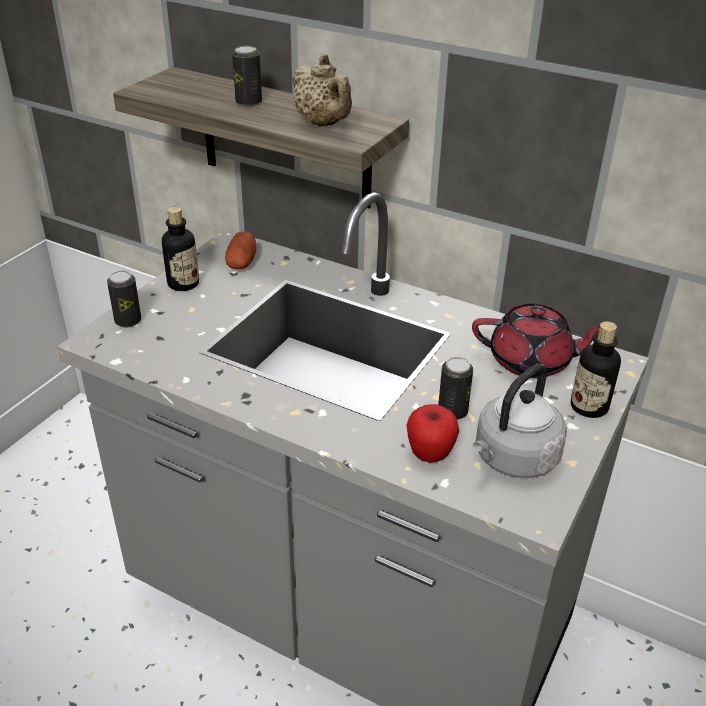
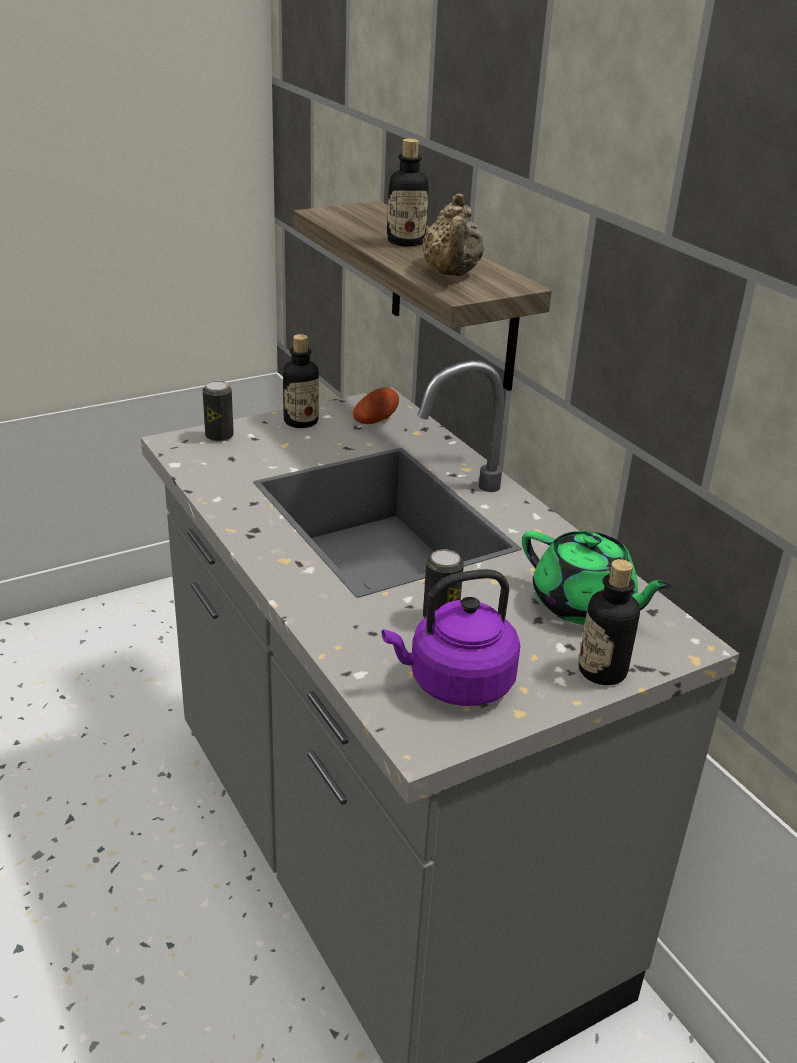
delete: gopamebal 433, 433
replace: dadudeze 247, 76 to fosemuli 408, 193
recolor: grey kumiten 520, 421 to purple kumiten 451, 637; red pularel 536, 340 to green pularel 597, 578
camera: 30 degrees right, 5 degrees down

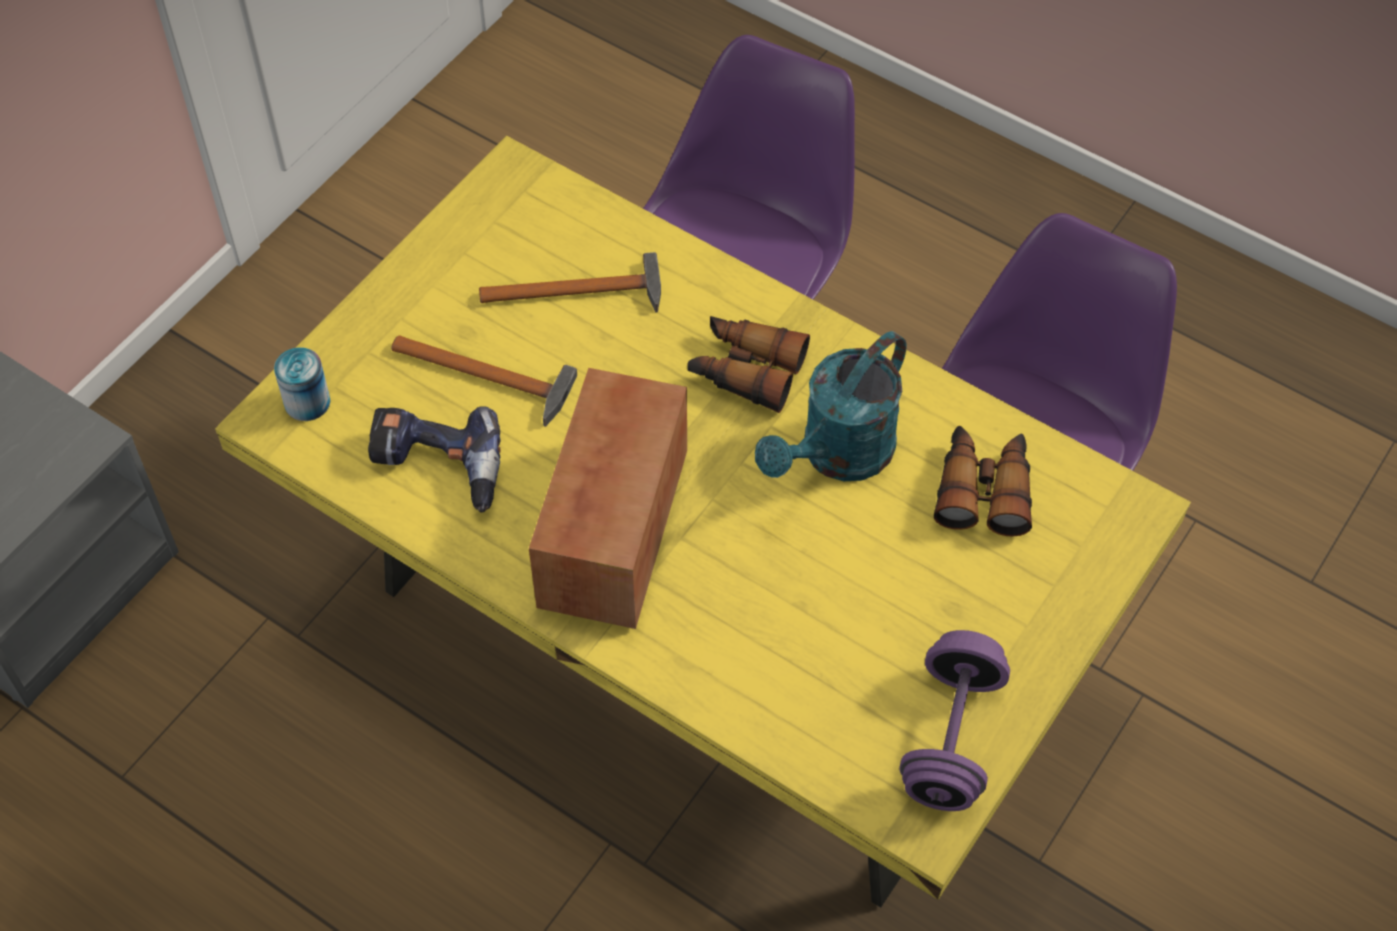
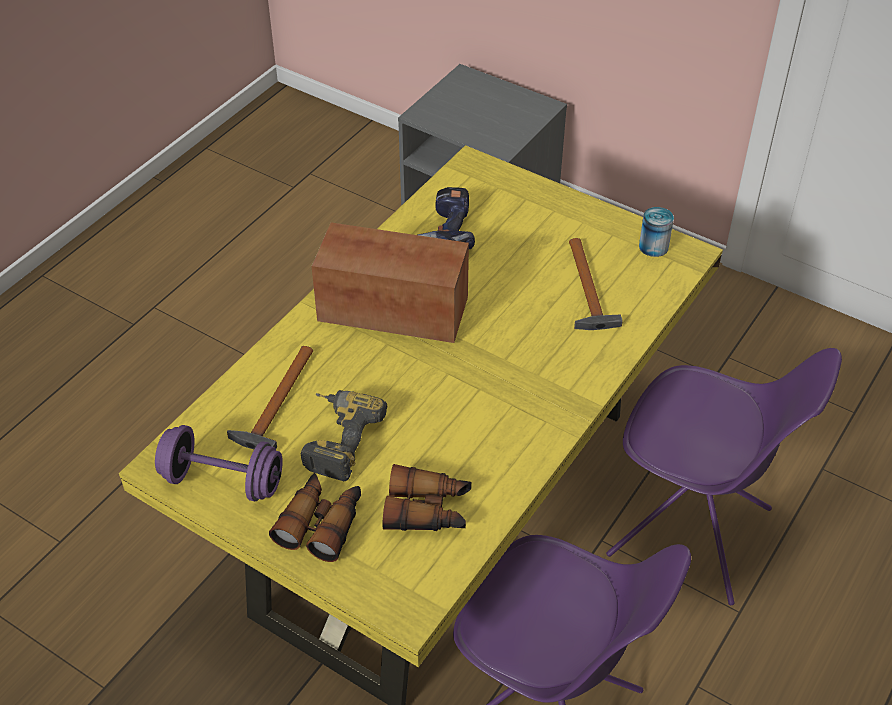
delete: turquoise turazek 831, 406
insert: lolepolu 344, 435
move: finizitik 484, 381 to 270, 397; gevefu 748, 364 to 315, 517; dadudeze 302, 384 to 656, 232
camera: 90 degrees right, 10 degrees down

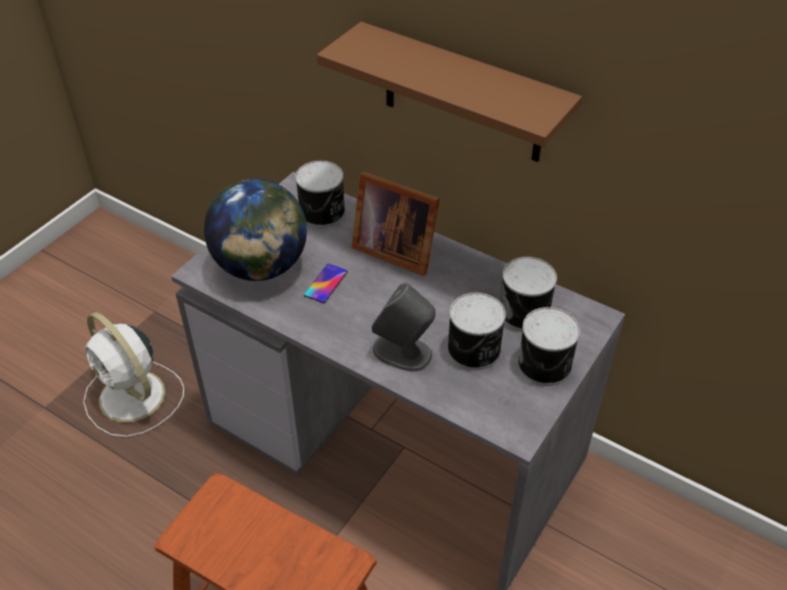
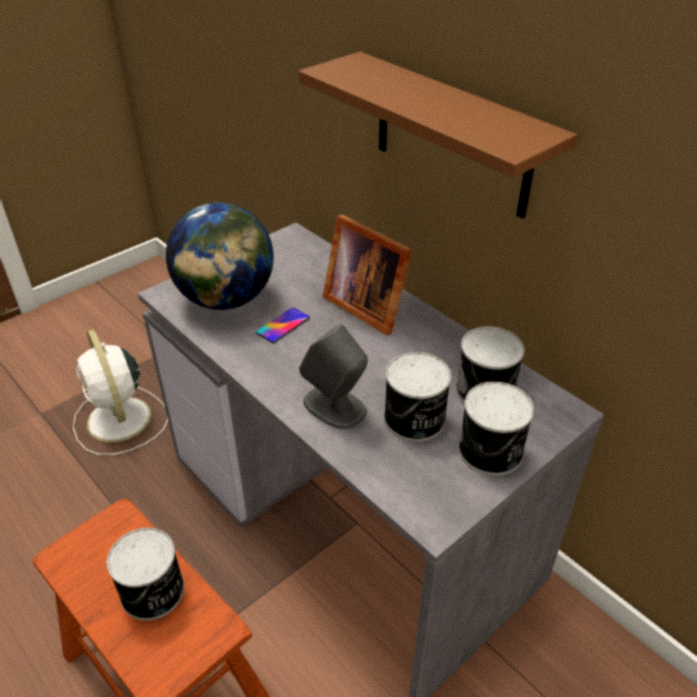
move: dadudeze 320, 194 to 145, 574
camera: 15 degrees right, 5 degrees down

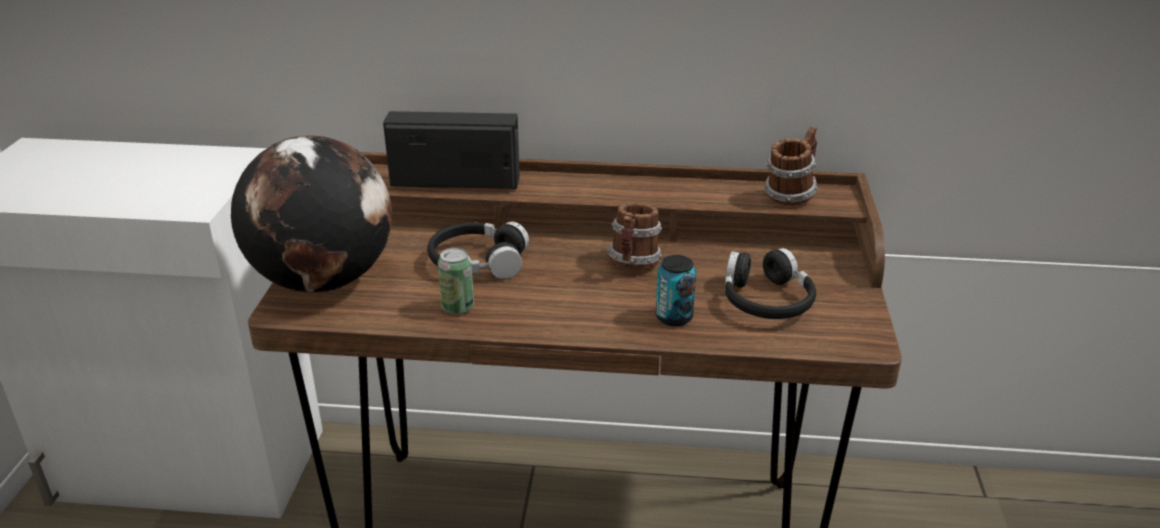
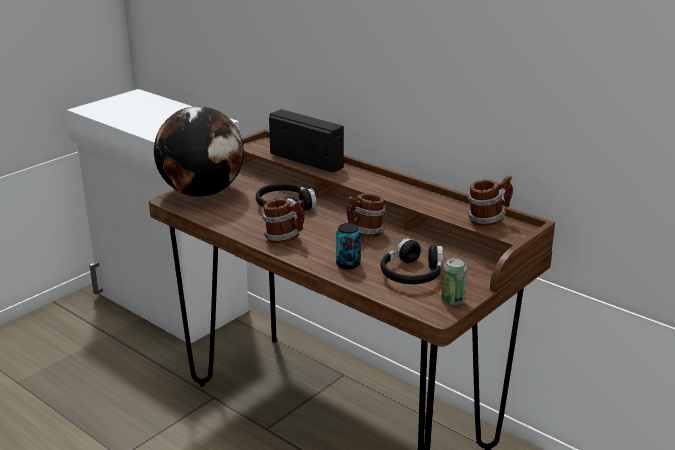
insert: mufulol 283, 221
move: dadudeze 456, 281 to 454, 281
camera: 35 degrees right, 5 degrees down

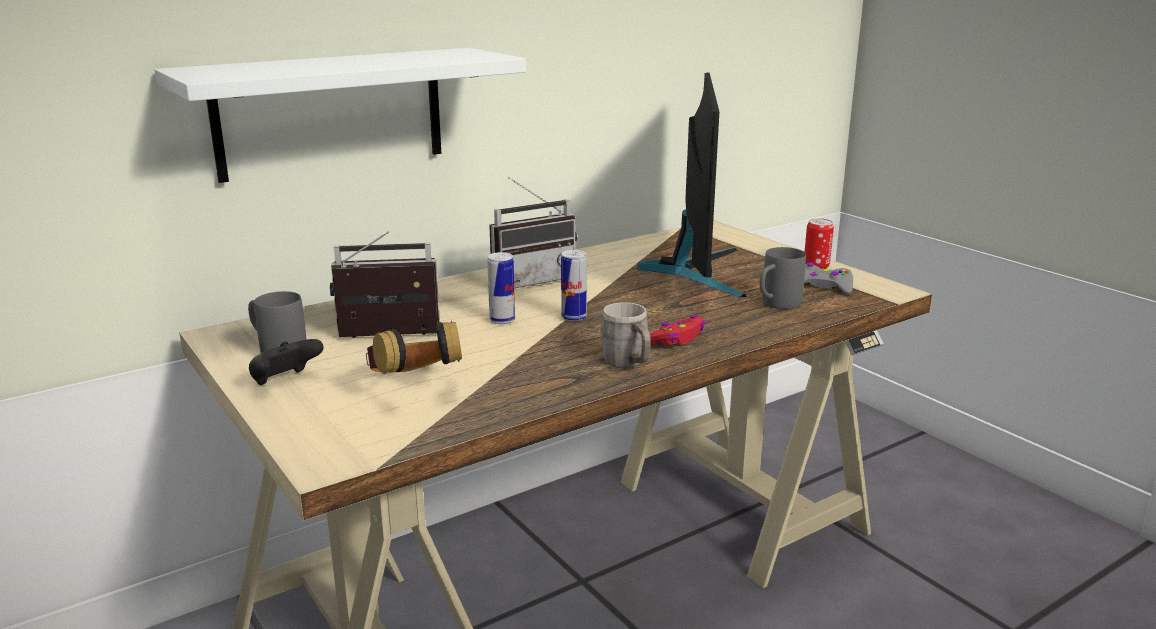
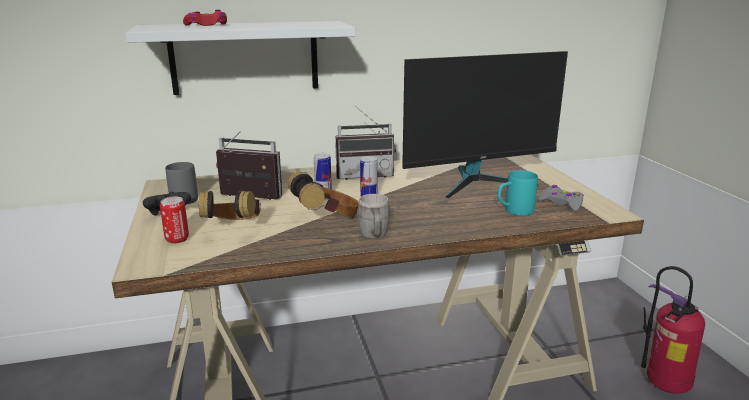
insert: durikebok 323, 195; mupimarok 673, 330
move: dadudeze 819, 243 to 174, 220; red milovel 677, 330 to 205, 18
recolor: grey mufulol 783, 278 to turquoise mufulol 517, 193
rotate: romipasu 692, 185 = 485, 124 45 degrees clockwise
camera: 20 degrees right, 0 degrees up

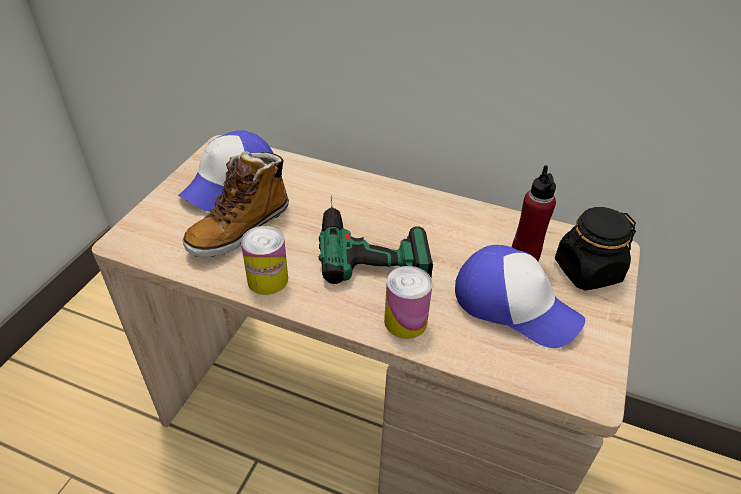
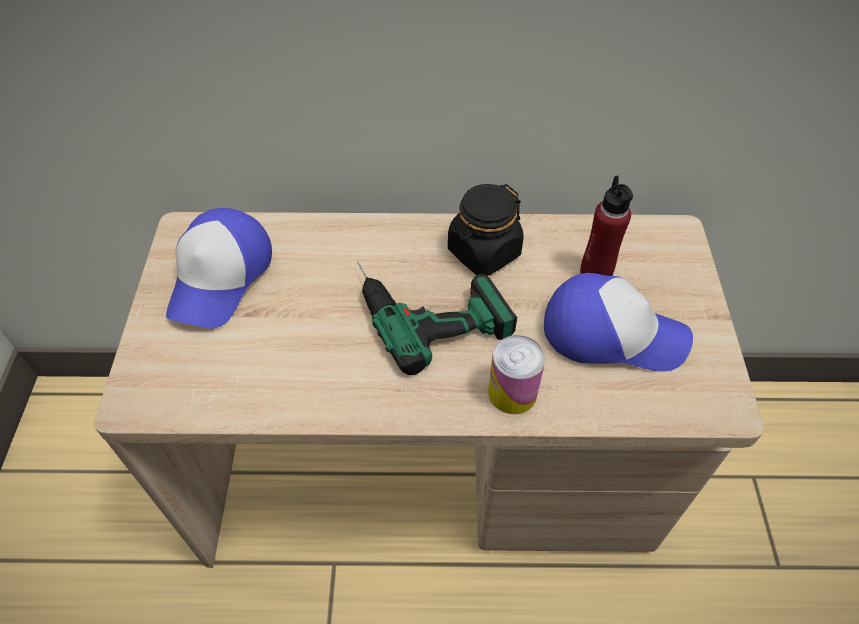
delete: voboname 236, 204; dadudeze 264, 260
move: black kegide 595, 248 to 486, 230
camera: 20 degrees left, 10 degrees up

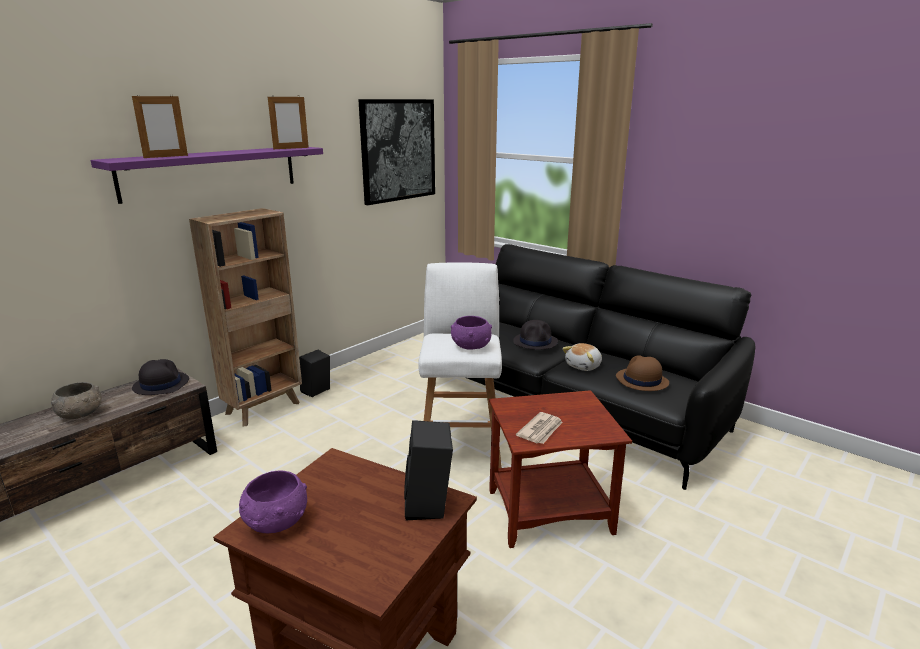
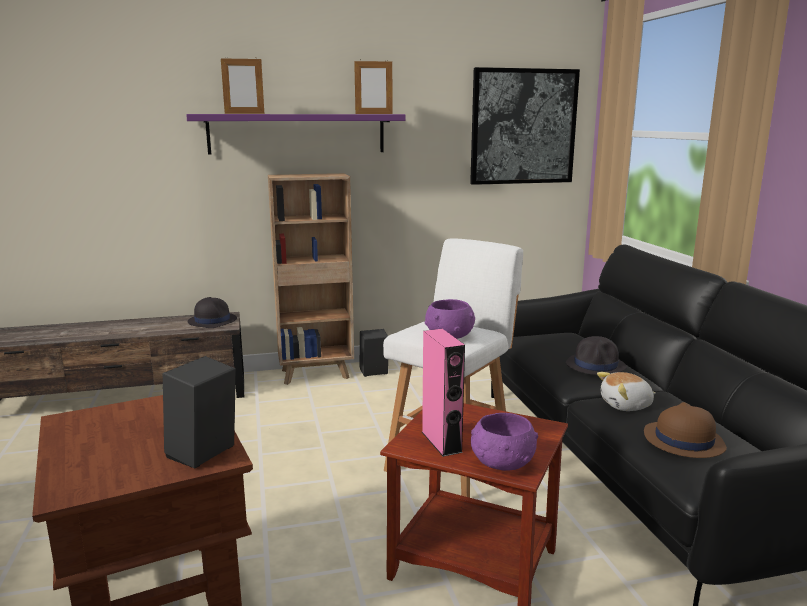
delete: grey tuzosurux 76, 400
move: purple tuzosurux 273, 502 to 504, 442
replace: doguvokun 539, 428 to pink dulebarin 443, 393
camera: 35 degrees right, 5 degrees down

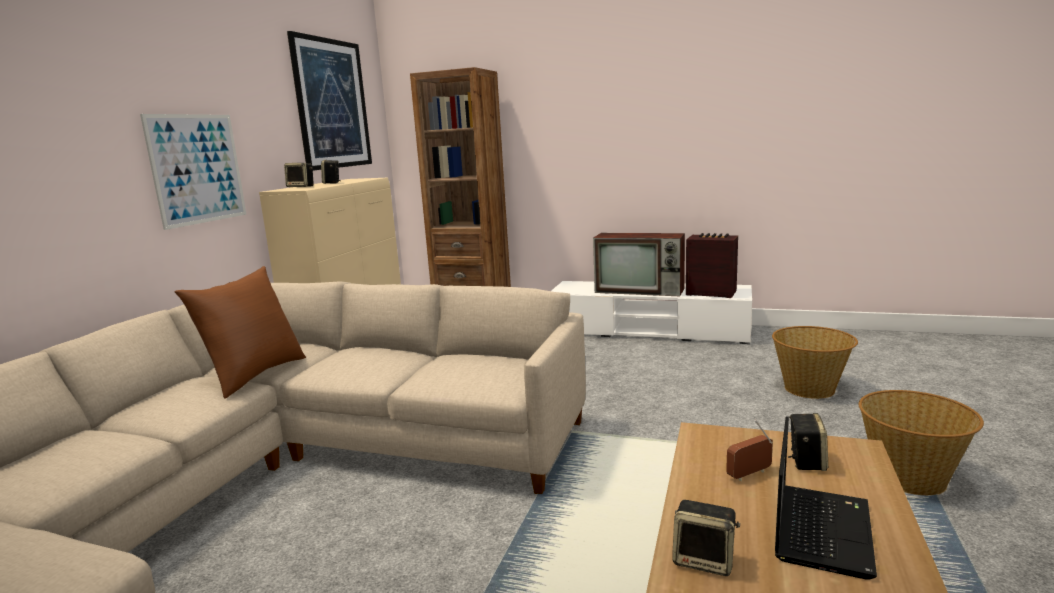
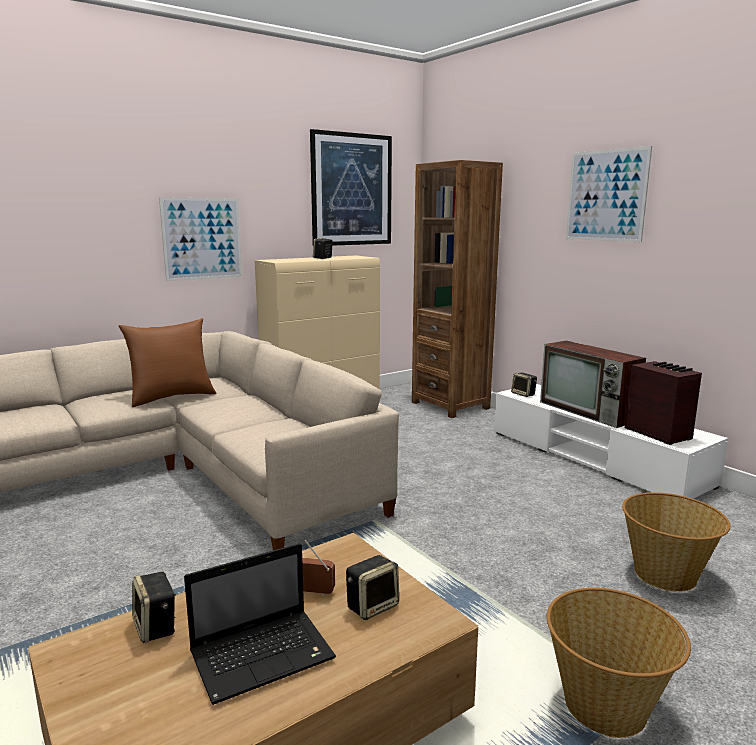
insert: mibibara 609, 194
move: dulebarin 299, 175 to 524, 385
camera: 35 degrees right, 0 degrees up

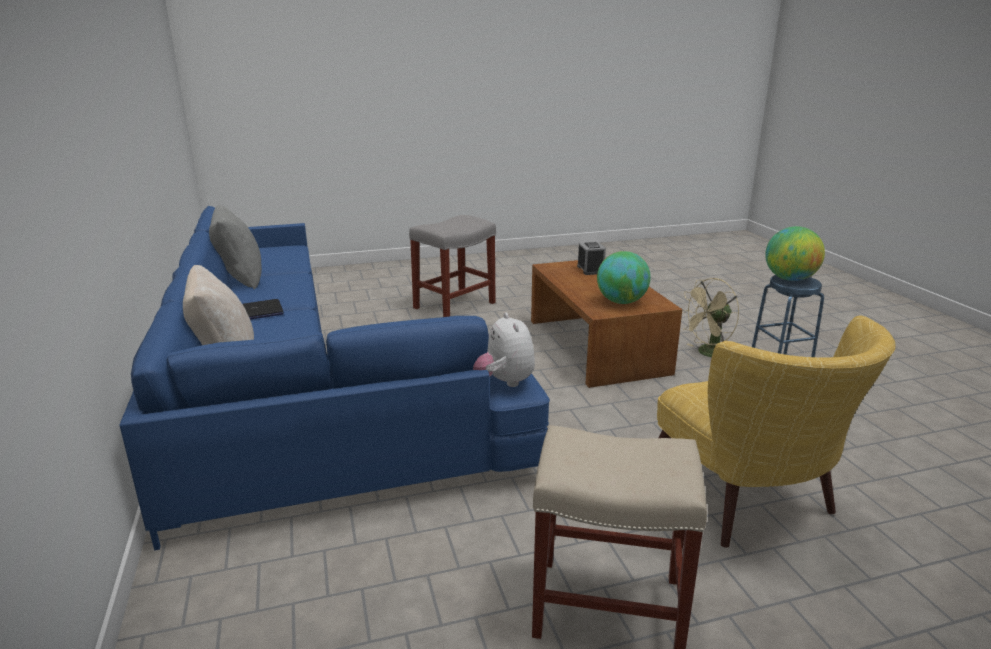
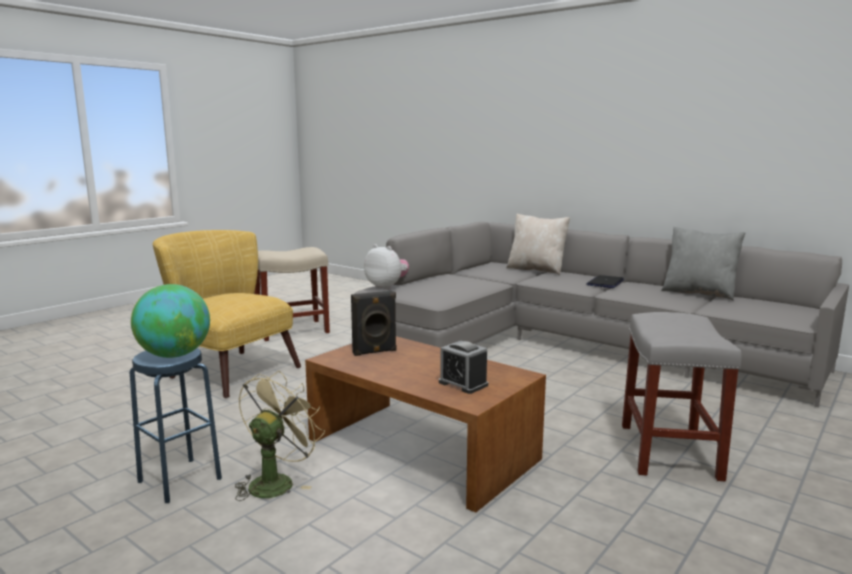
replace: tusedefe 624, 277 to black dulebarin 374, 323
recolor: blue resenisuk 334, 378 to grey resenisuk 601, 314
camera: 145 degrees right, 10 degrees down

